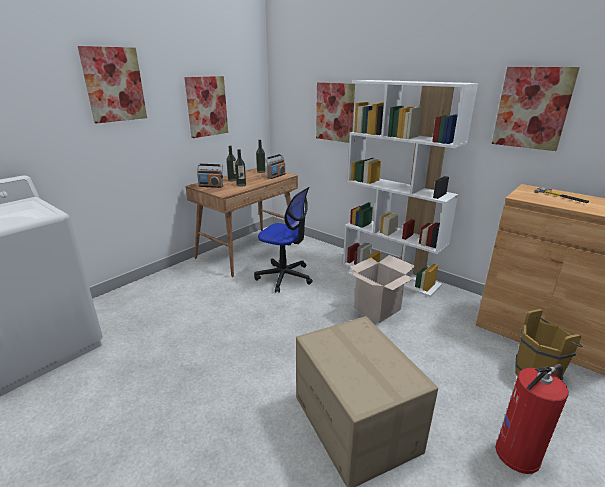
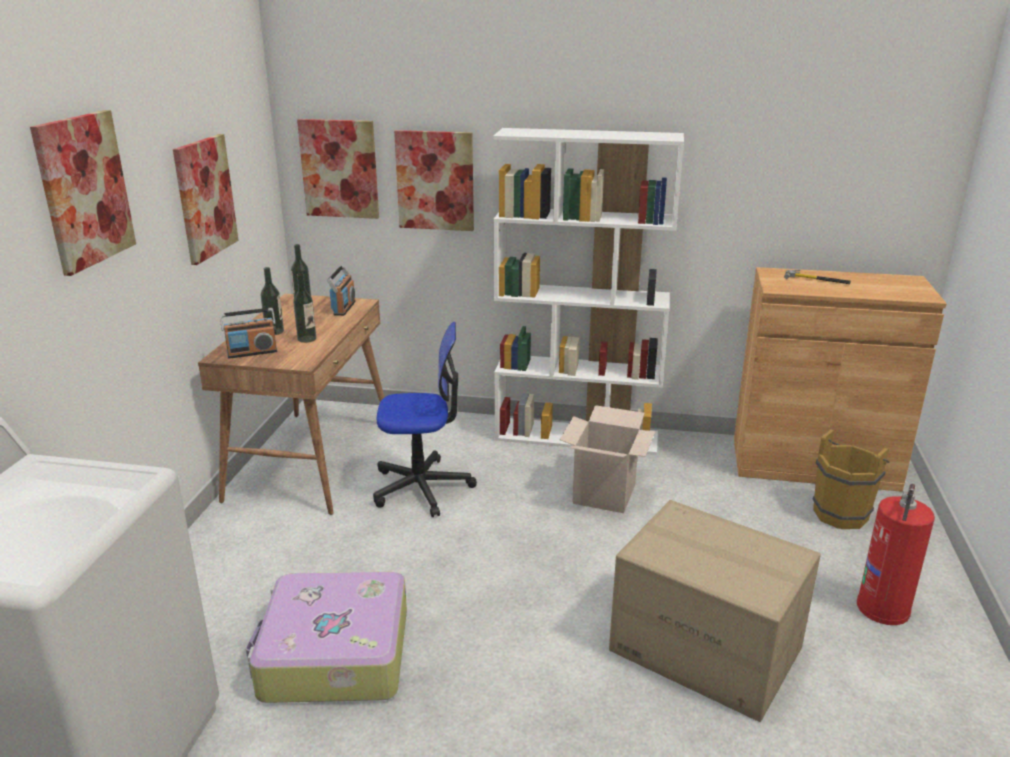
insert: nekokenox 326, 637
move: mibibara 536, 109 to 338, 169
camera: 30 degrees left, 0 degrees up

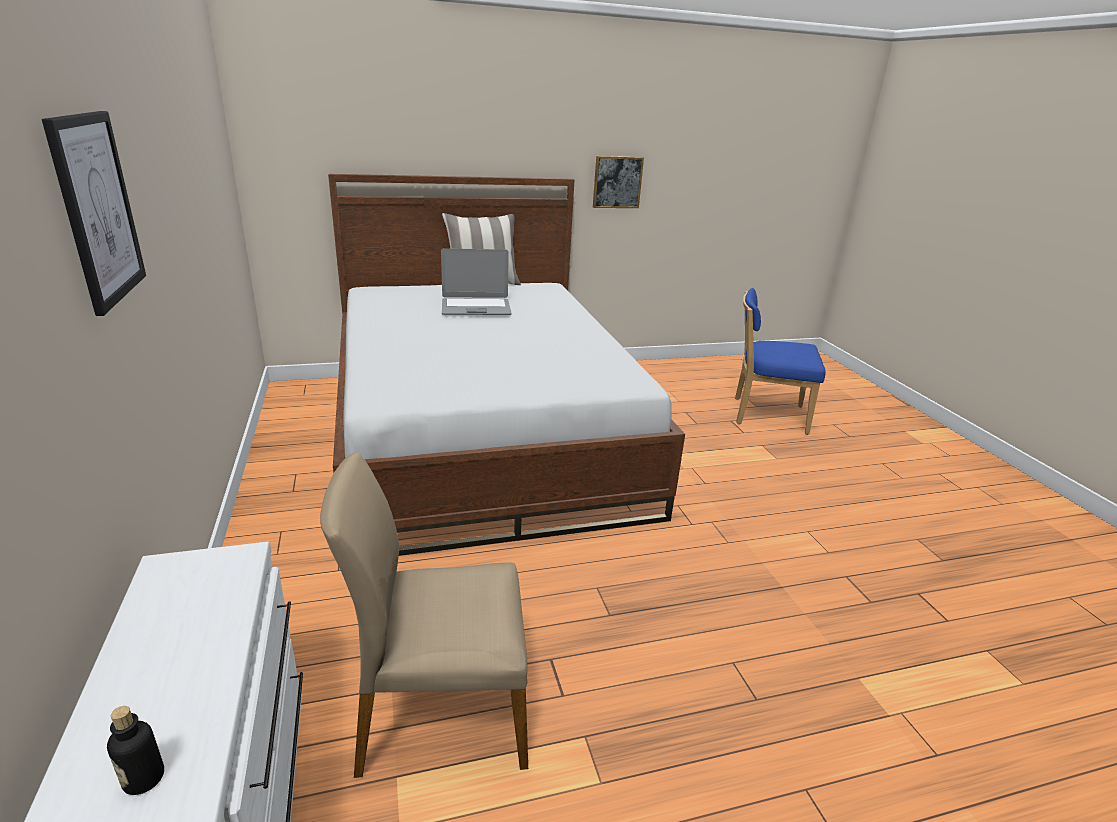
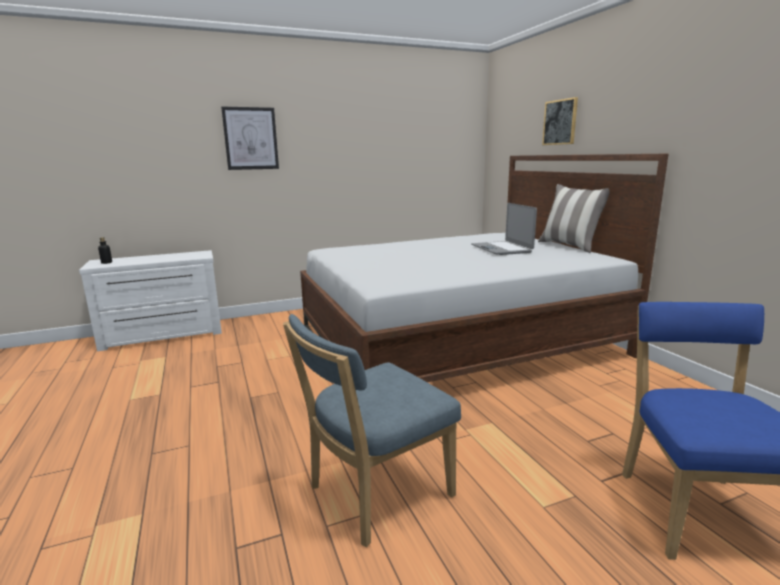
delete: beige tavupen 424, 615
insert: blue tavupen 372, 431
move: mibibara 618, 182 to 560, 121
camera: 85 degrees right, 10 degrees down

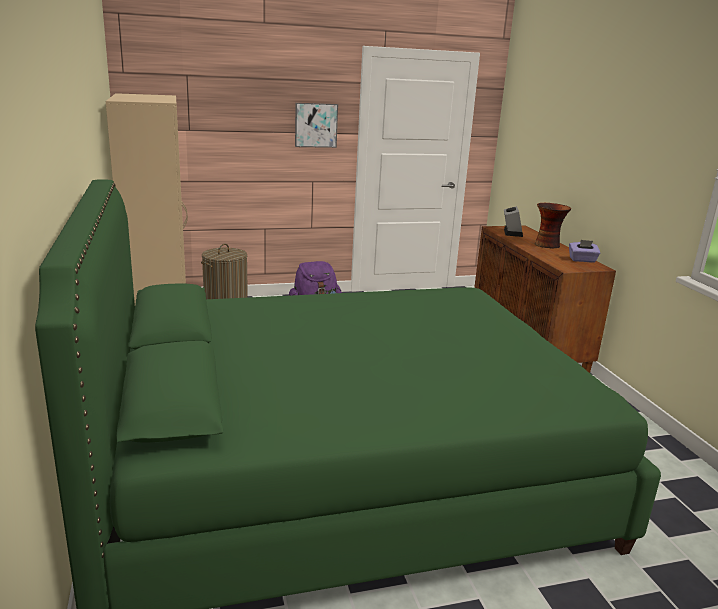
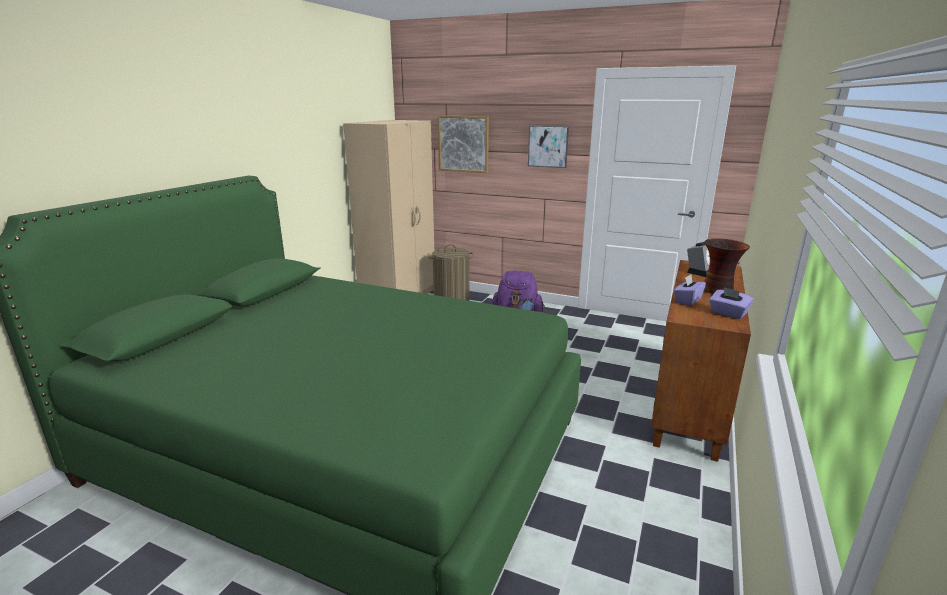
insert: mibibara 463, 144; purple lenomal 690, 290
camera: 40 degrees right, 0 degrees up

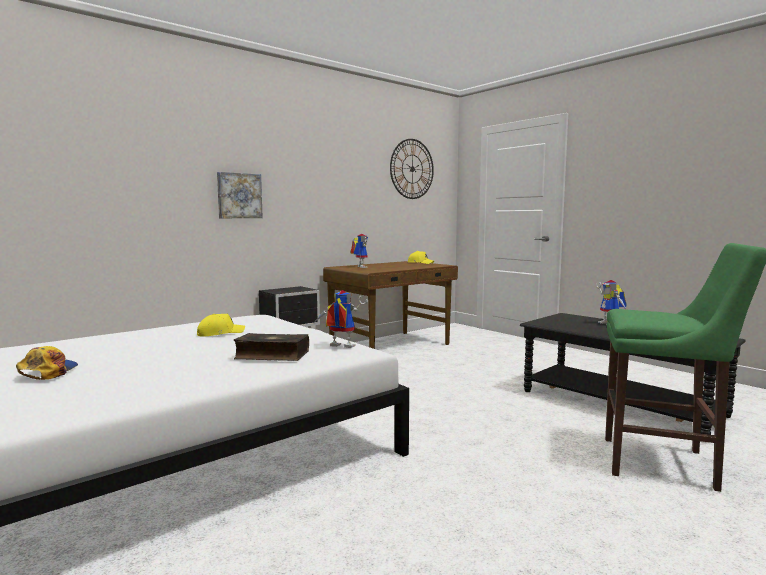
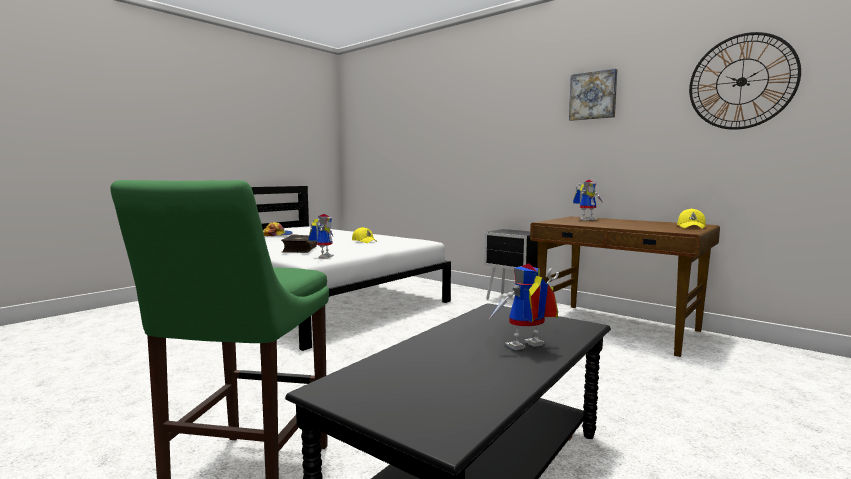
move: mibibara 240, 195 to 593, 94
camera: 80 degrees right, 0 degrees up

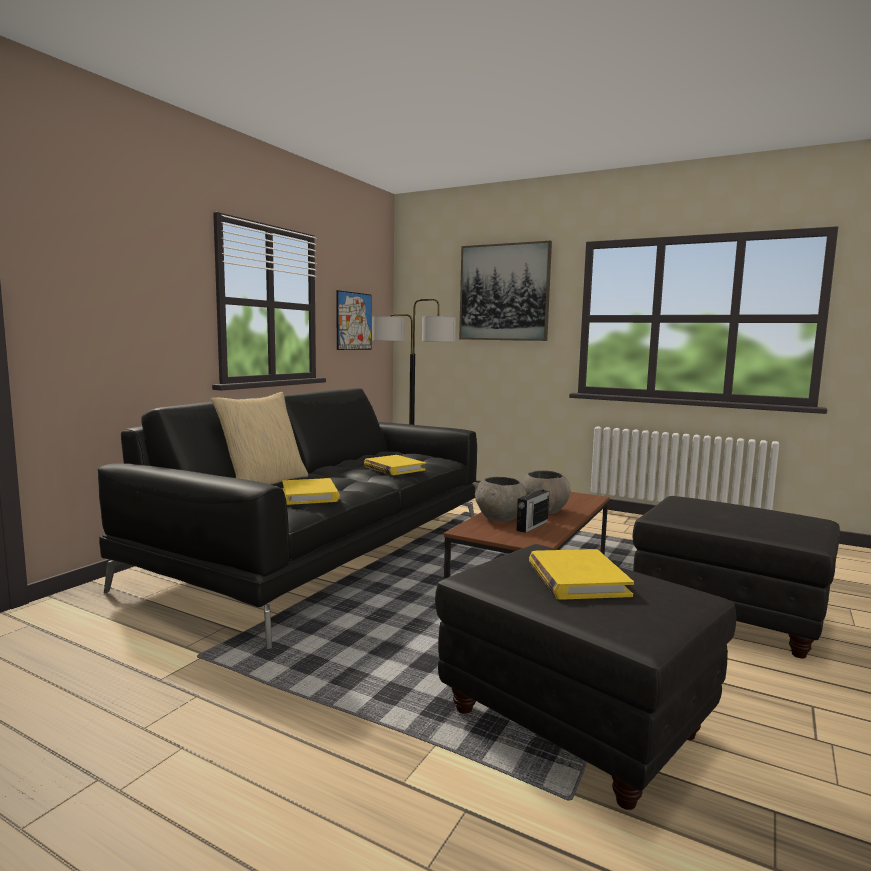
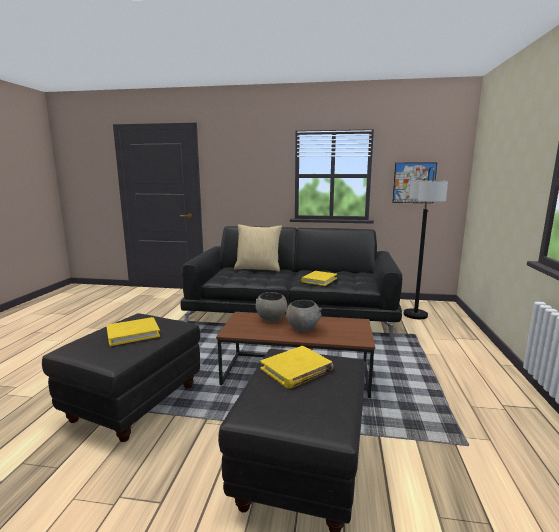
delete: mibibara 505, 291; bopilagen 532, 509
move: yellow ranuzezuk 311, 491 to 296, 367
camera: 70 degrees right, 5 degrees up

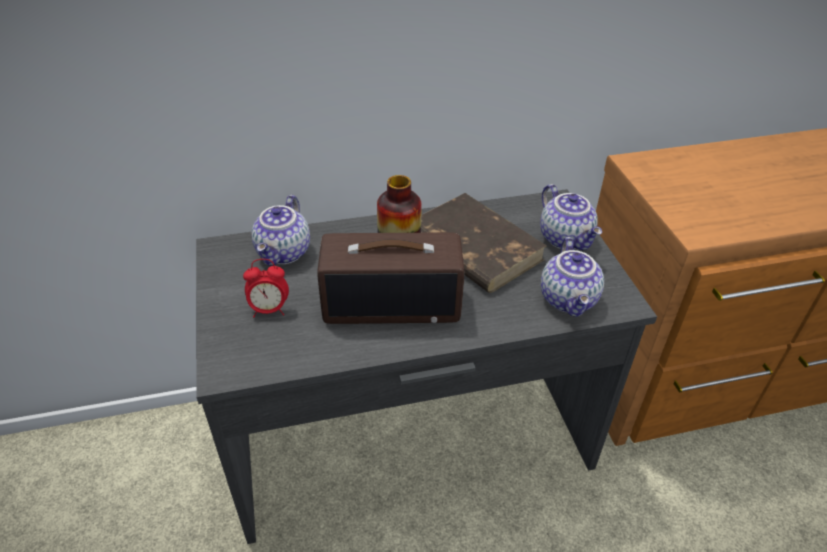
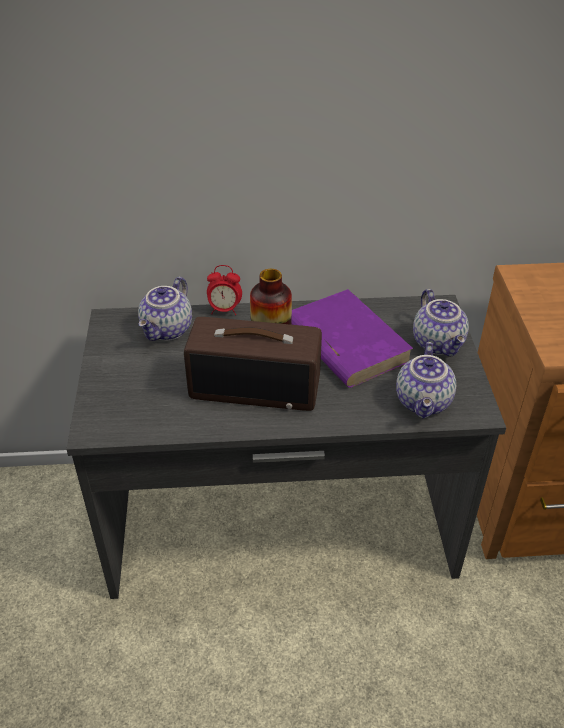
move: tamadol 266, 288 to 224, 290
recolor: brown ranuzezuk 484, 243 to purple ranuzezuk 352, 338
camera: 10 degrees right, 0 degrees up

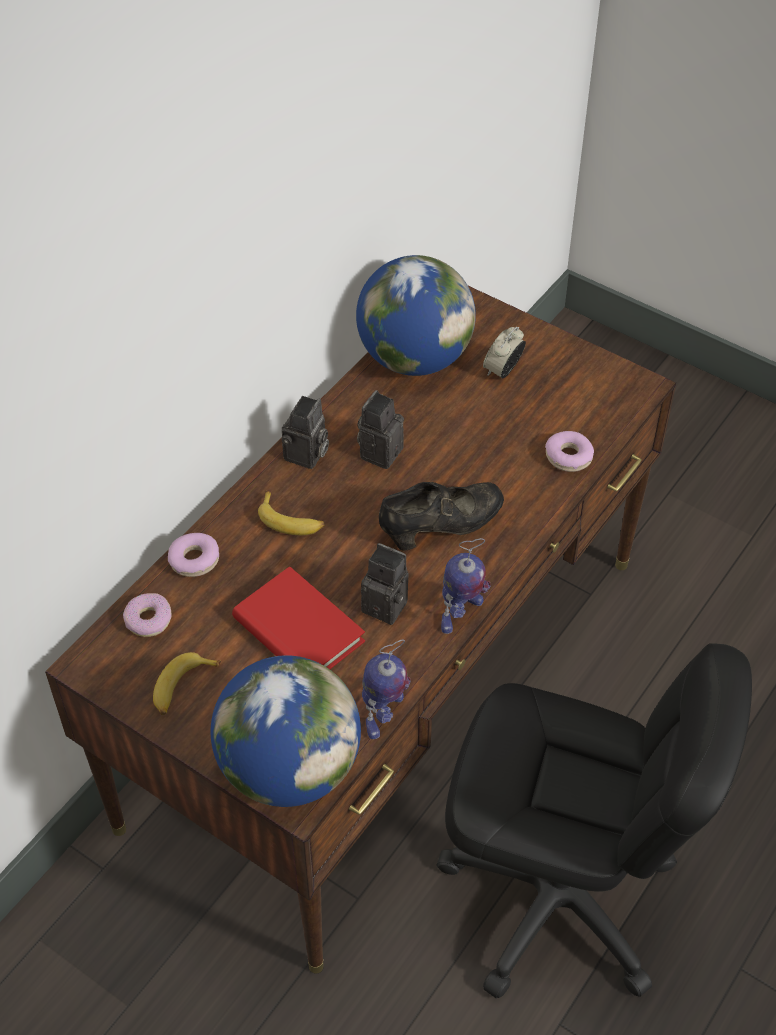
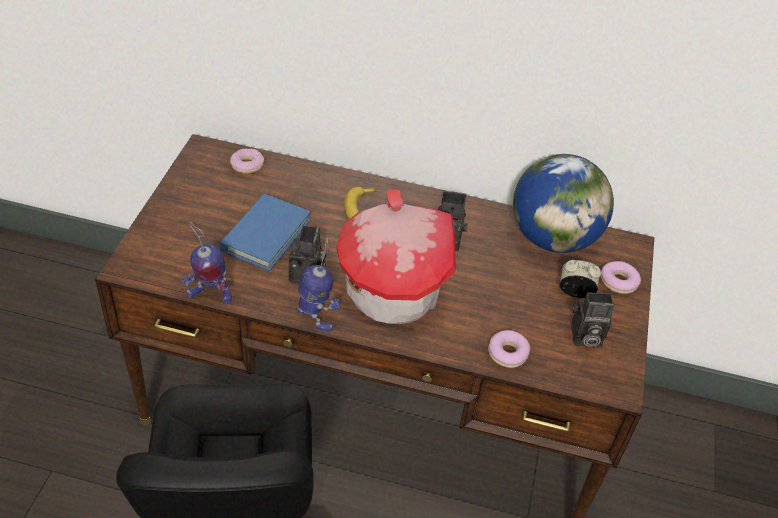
delete: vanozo 187, 683; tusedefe 286, 731
move: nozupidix 305, 432 to 593, 319; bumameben 193, 555 to 621, 277
replace: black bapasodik 441, 516 to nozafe 396, 256
recolor: red ranuzezuk 298, 617 to blue ranuzezuk 265, 232
rotate: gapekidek 466, 586 = 319, 284 150 degrees counterclockwise
camera: 65 degrees right, 5 degrees down

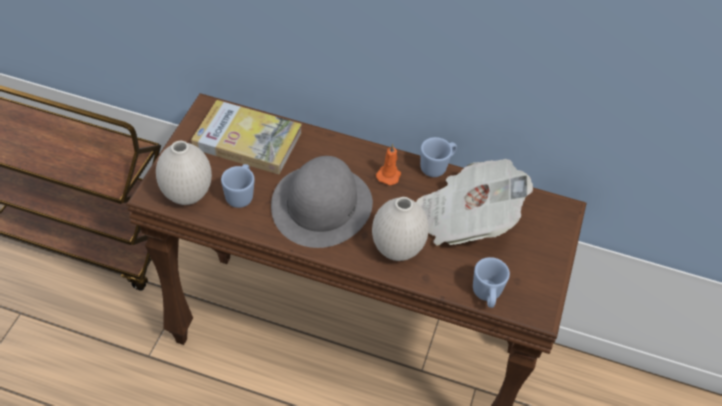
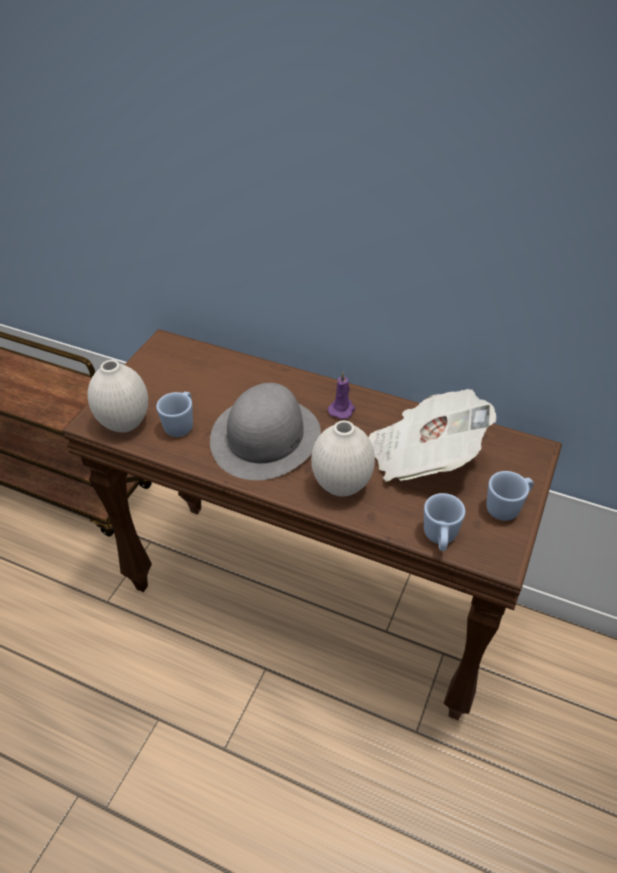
delete: ranuzezuk 246, 137
move: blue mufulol 438, 157 to 510, 496
recolor: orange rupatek 388, 164 to purple rupatek 341, 395
camera: 10 degrees right, 5 degrees down

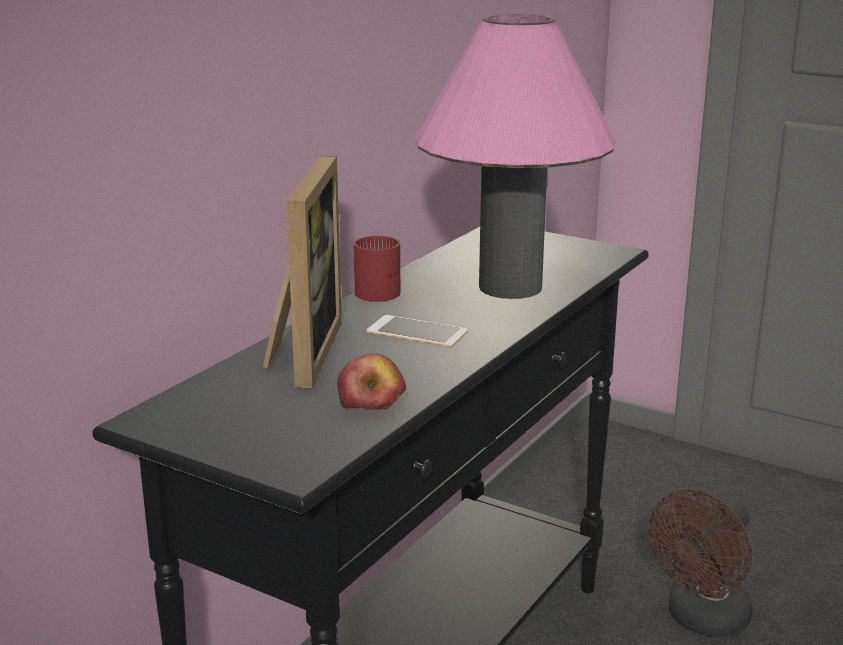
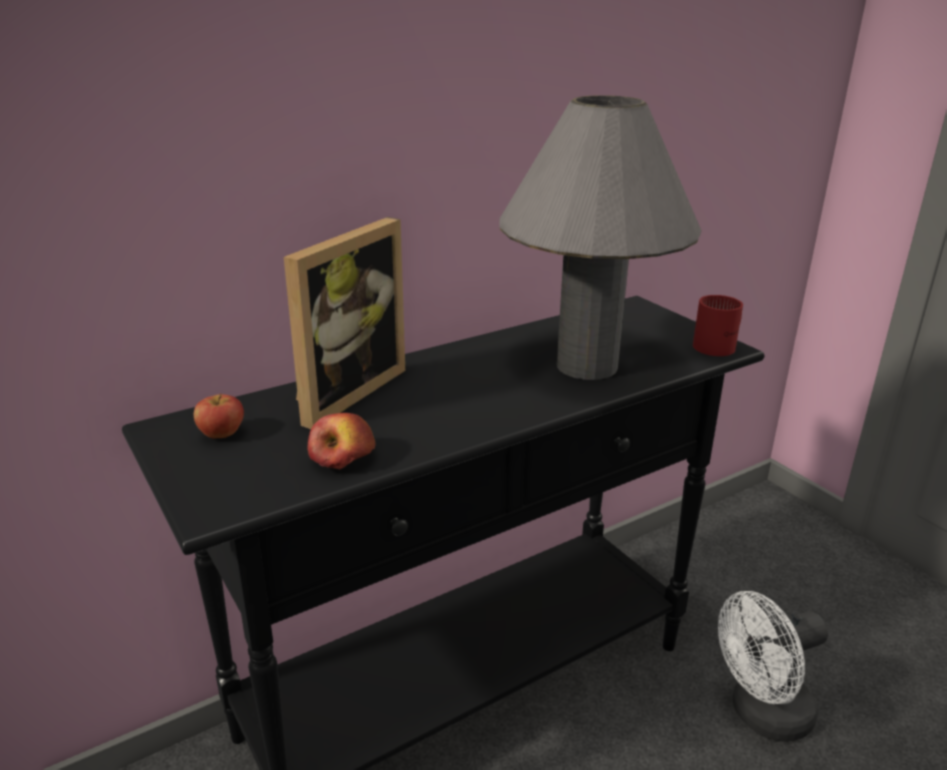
delete: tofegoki 417, 331
insert: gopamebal 219, 416
move: red mufulol 377, 269 to 718, 325
recolor: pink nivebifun 515, 156 to grey nivebifun 600, 237; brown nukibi 701, 563 to white nukibi 773, 666
camera: 25 degrees right, 5 degrees up

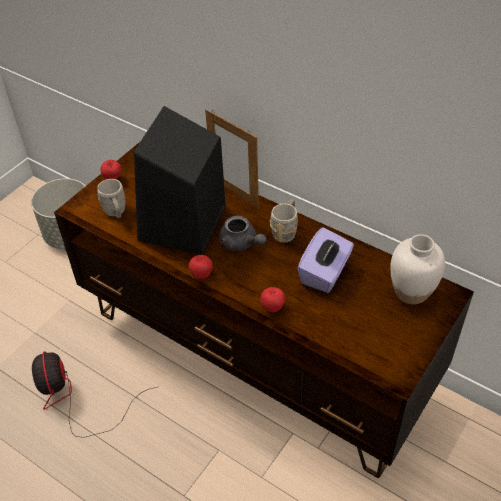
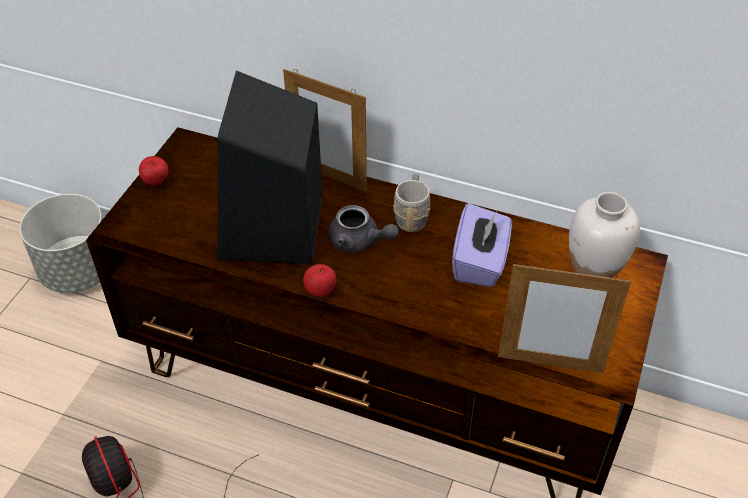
delete: grey mufulol 111, 198; gopamebal 272, 300
insert: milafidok 564, 317
camera: 15 degrees left, 0 degrees up

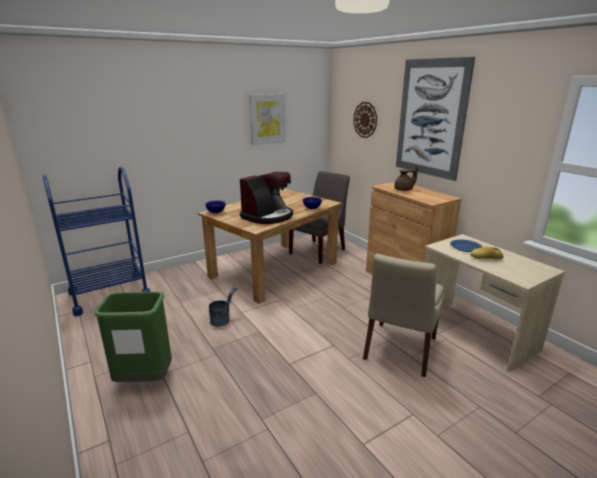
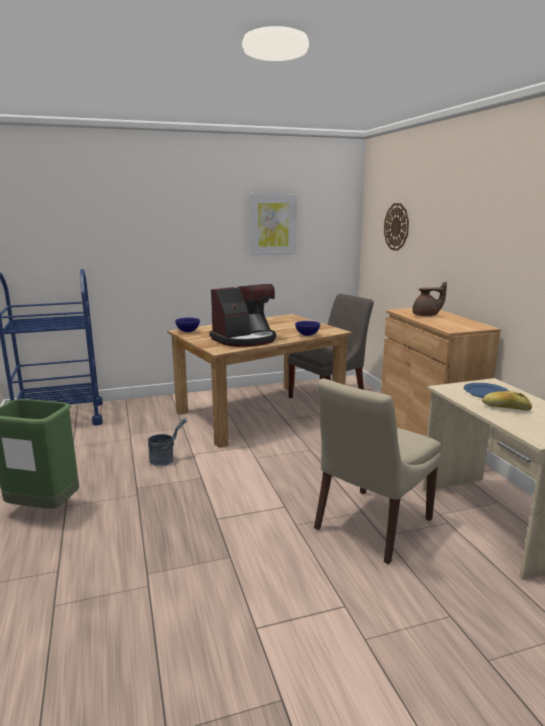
delete: mibibara 435, 119
camera: 15 degrees right, 5 degrees down

